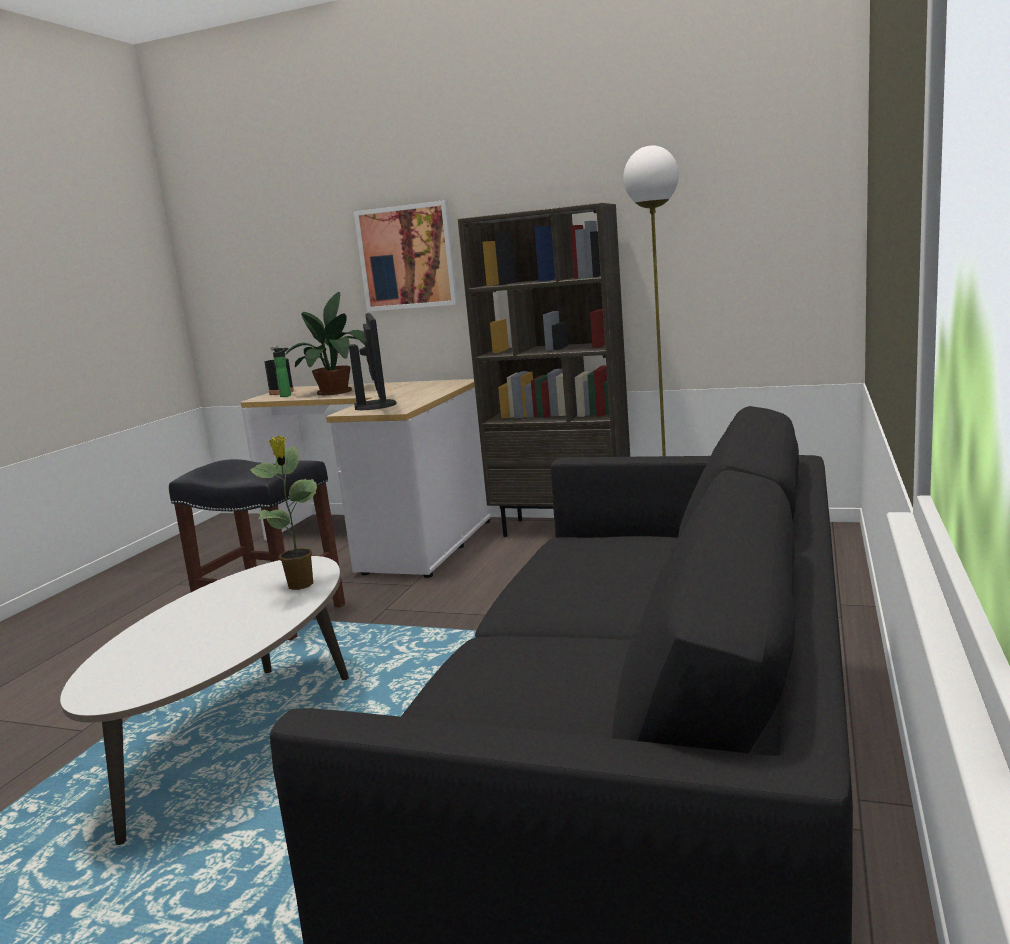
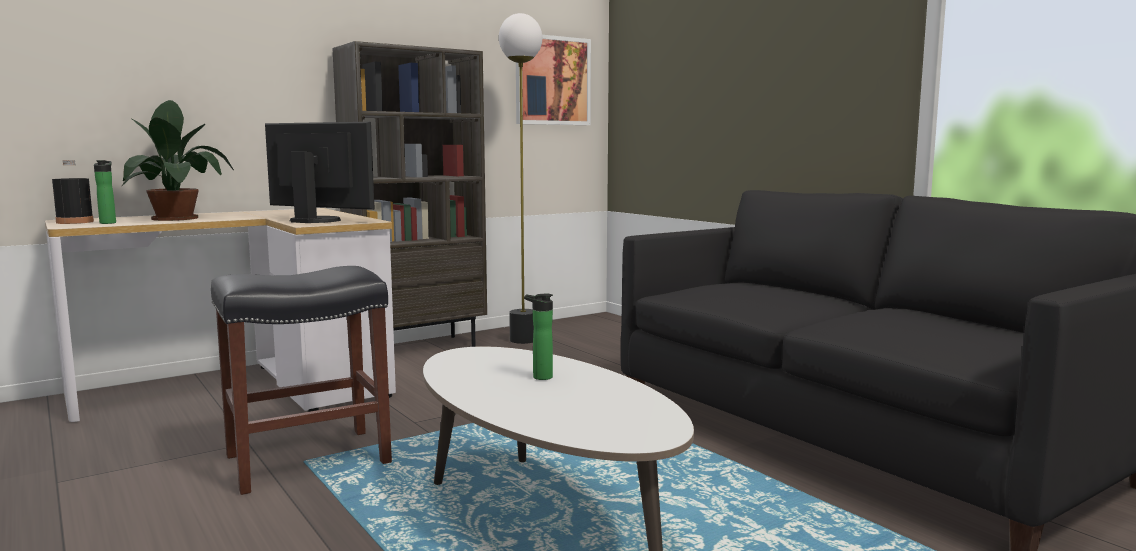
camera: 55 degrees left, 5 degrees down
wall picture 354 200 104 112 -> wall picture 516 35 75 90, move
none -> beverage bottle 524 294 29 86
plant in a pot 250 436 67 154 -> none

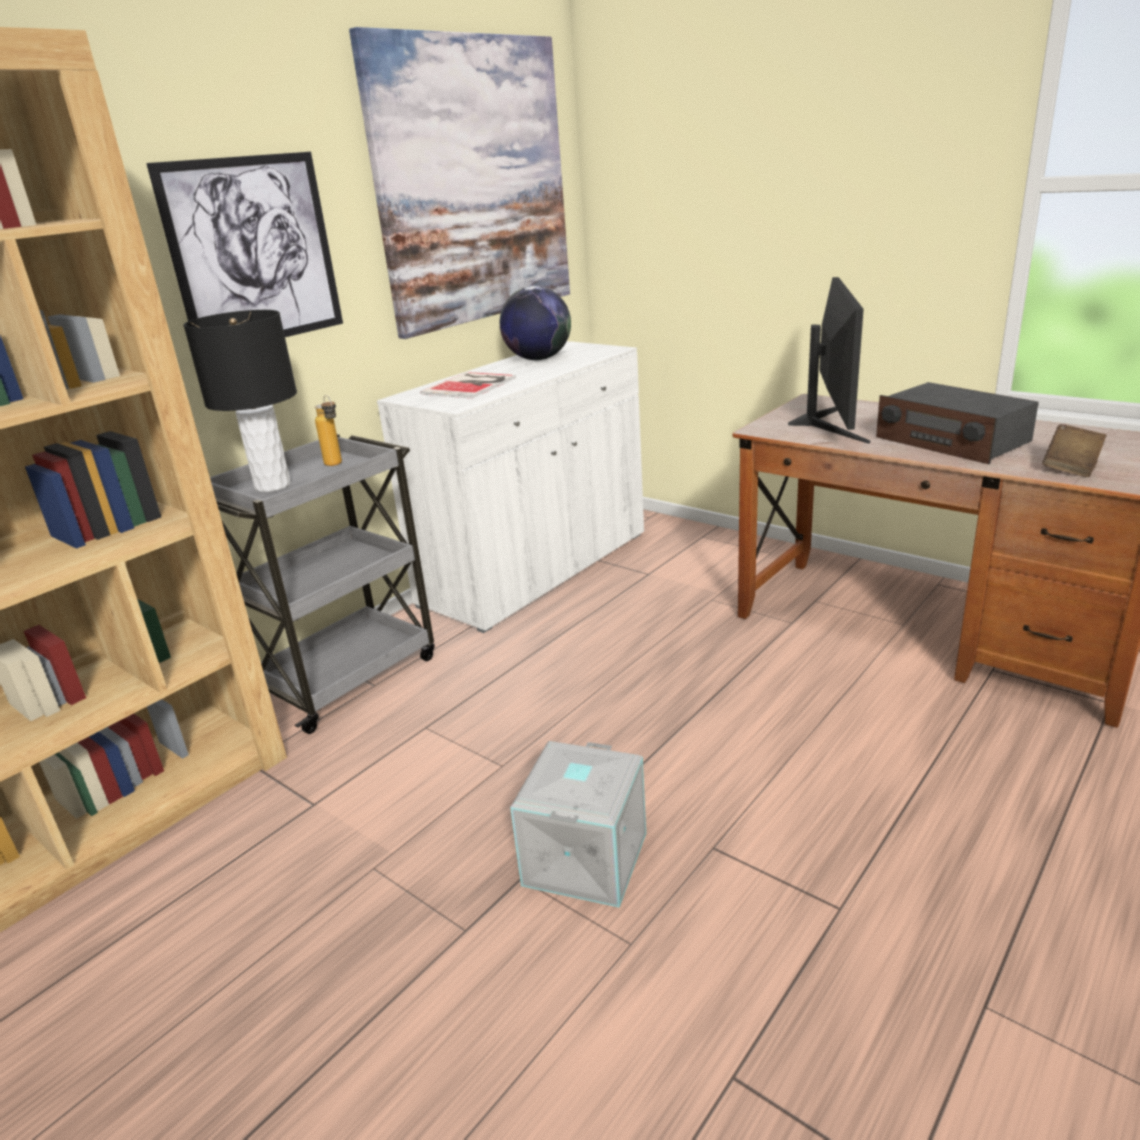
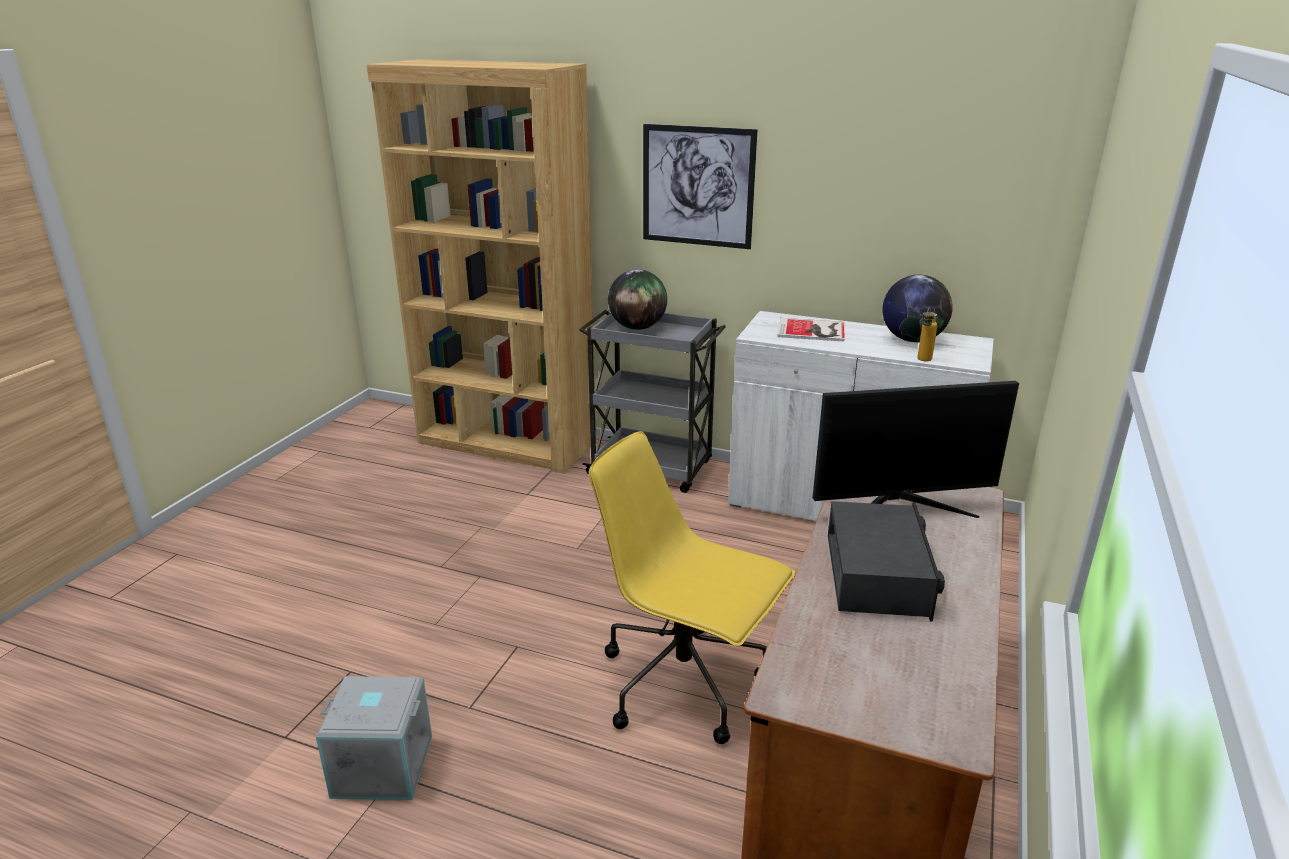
camera: 70 degrees right, 0 degrees up
greyish storage box 510 741 136 167 -> greyish storage box 316 676 116 124, move
none -> yellowish desk chair 589 431 206 313
black tabletop lamp 183 310 114 182 -> world globe 608 269 59 61
radio receiver 876 382 163 82 -> radio receiver 828 501 117 121, 150 degrees clockwise
beverage bottle 314 395 28 71 -> beverage bottle 917 307 20 55, move
wall picture 349 27 221 312 -> none
brownish book 1042 424 65 53 -> none

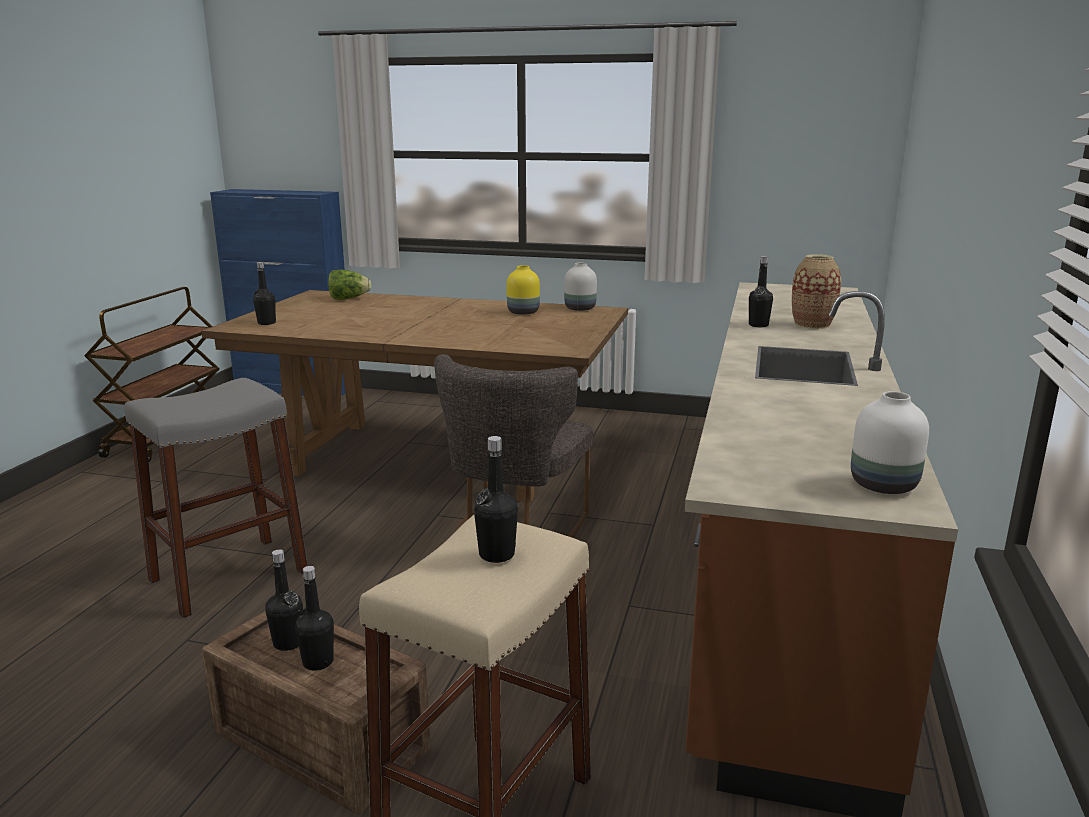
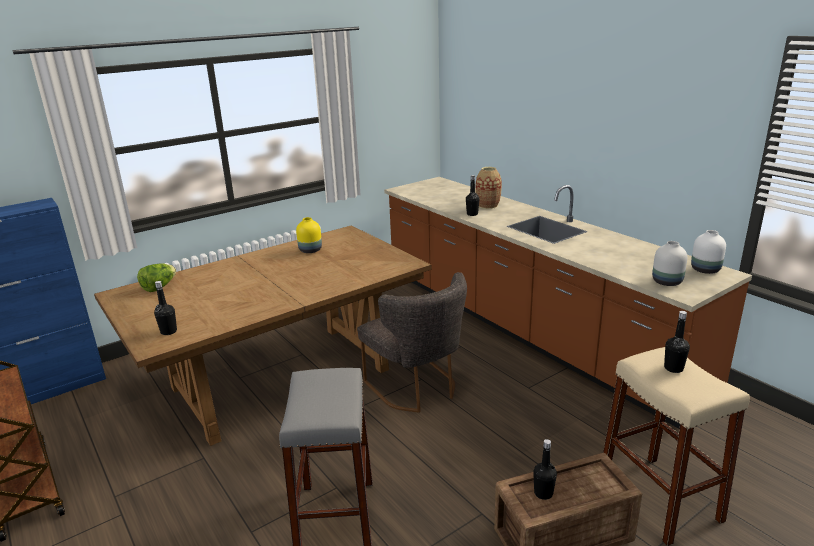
camera: 50 degrees left, 5 degrees up
white-coloured decorative vase 564 263 33 48 -> white-coloured decorative vase 652 241 36 45, move
black beverage bottle 295 566 39 105 -> none

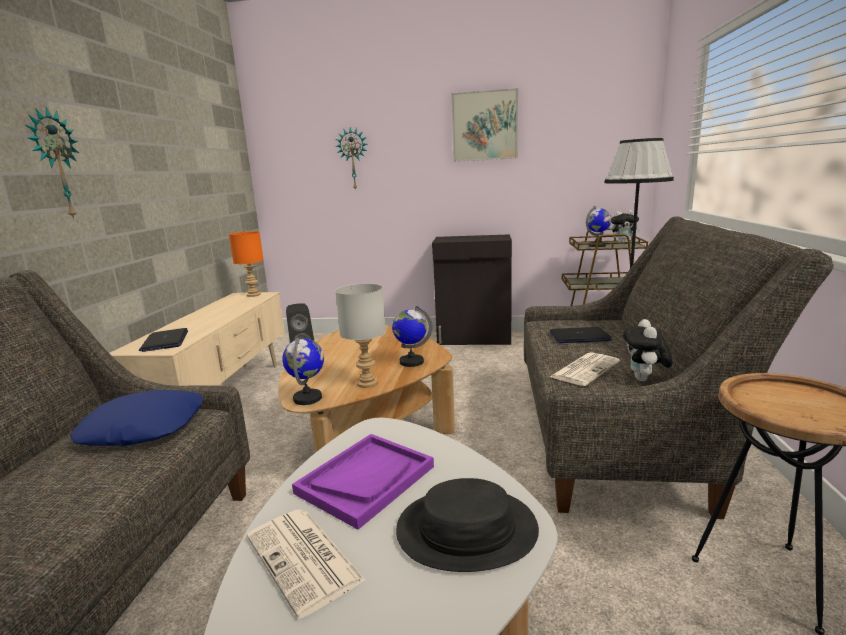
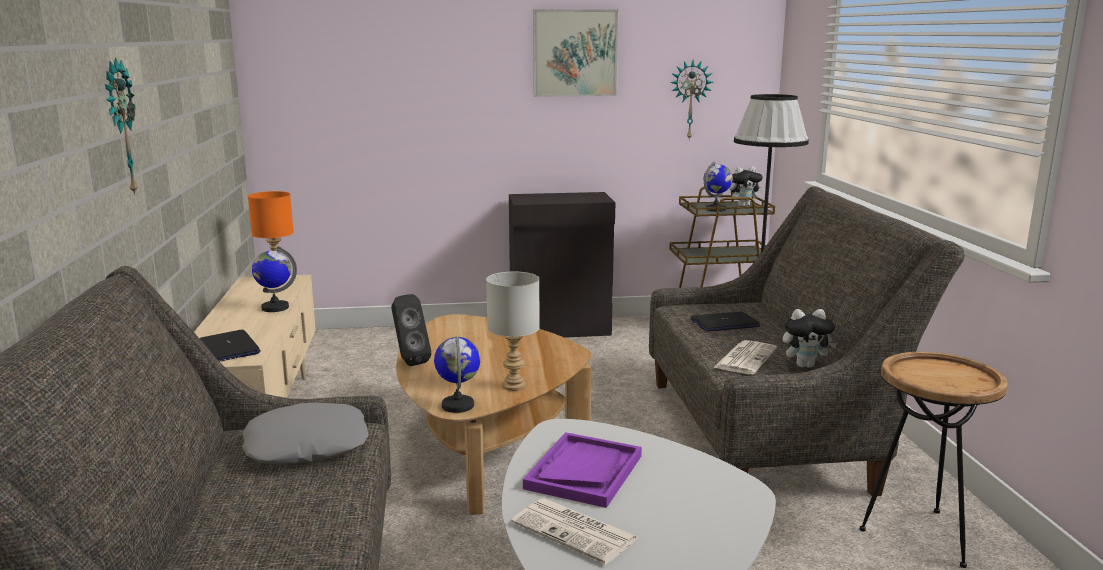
camera: 15 degrees left, 0 degrees up
bluish cushion 70 390 133 56 -> greyish cushion 242 403 127 61
world globe 392 306 40 61 -> world globe 252 246 45 66, move
hanging clock 336 127 32 64 -> hanging clock 670 60 43 79, move
soft toy 623 319 49 62 -> soft toy 783 309 54 59, 90 degrees counterclockwise
black clothing hat 396 478 143 94 -> none

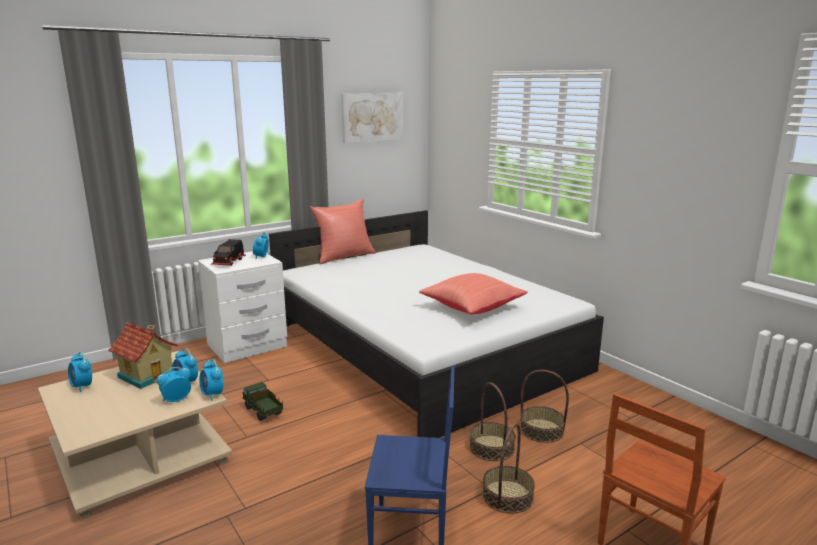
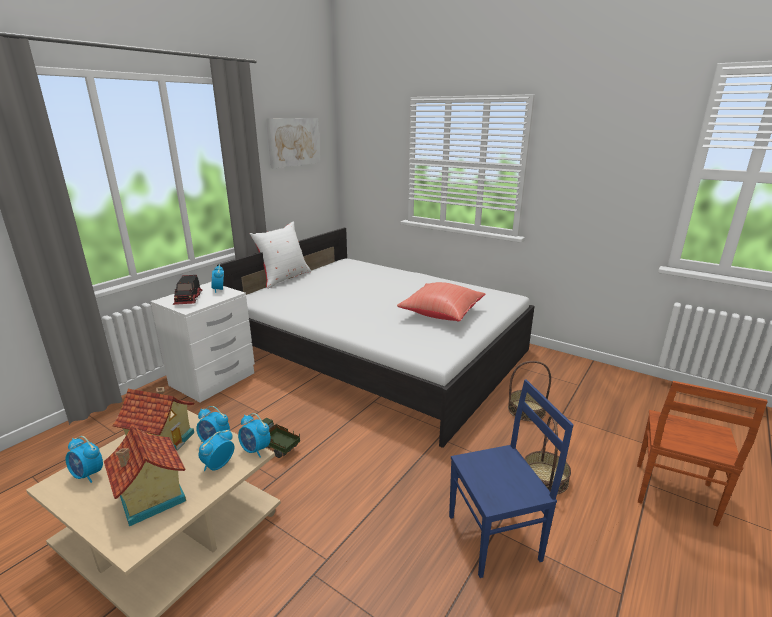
camera: 20 degrees left, 5 degrees up
none -> model house 104 426 82 101
red cushion 310 199 66 65 -> white-coloured cushion 250 221 61 68
household basket 469 382 47 79 -> none

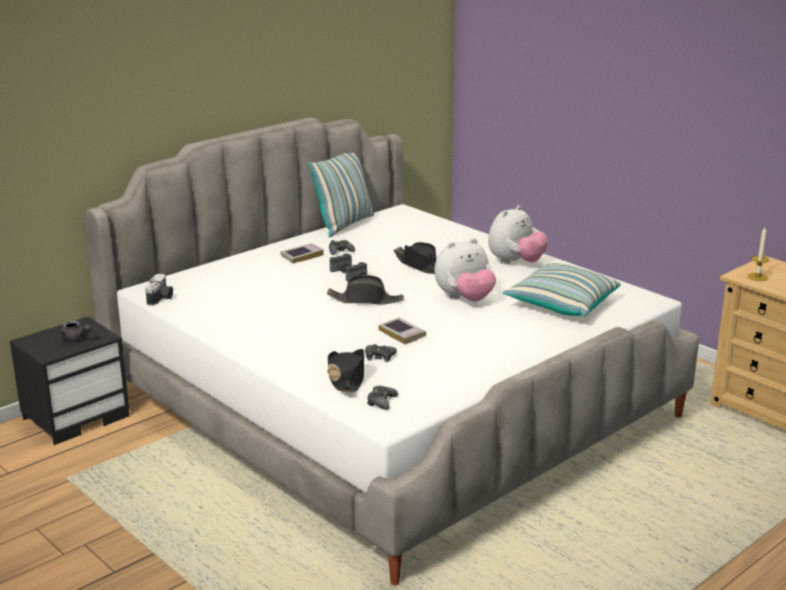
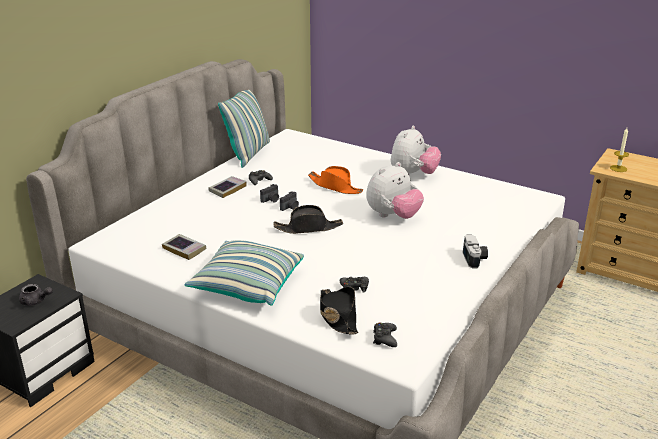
camera: 15 degrees left, 5 degrees up
book 378 317 48 27 -> book 162 234 44 26, move
cushion 503 263 118 53 -> cushion 184 240 120 65, move
black clothing hat 394 242 42 32 -> orangey clothing hat 308 166 55 28
photo camera 145 274 28 32 -> photo camera 463 234 25 35, move

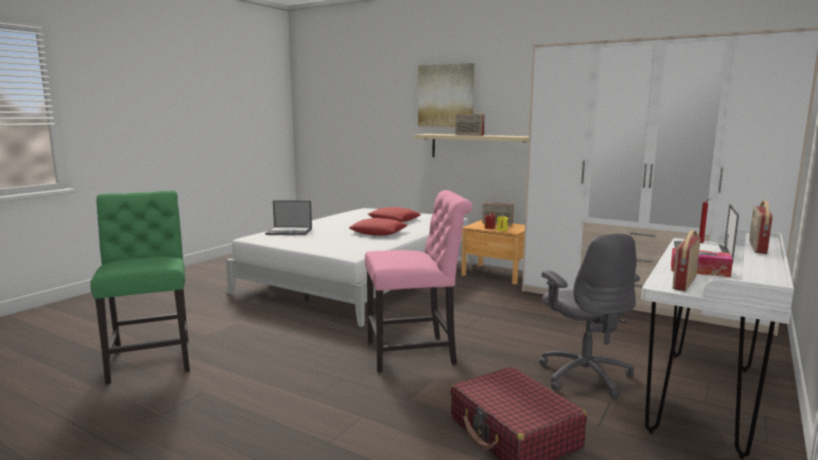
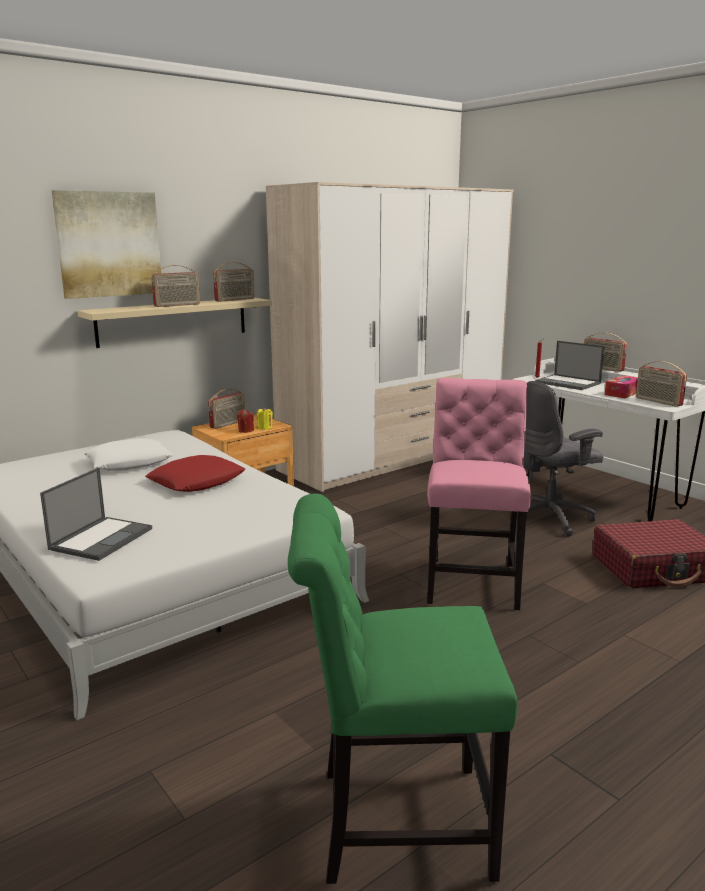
camera: 70 degrees left, 5 degrees up
red cushion 368 207 53 15 -> white-coloured cushion 84 438 89 33
none -> radio receiver 213 262 42 40
greyish desk chair 539 233 101 166 -> greyish desk chair 516 381 87 155, 150 degrees clockwise

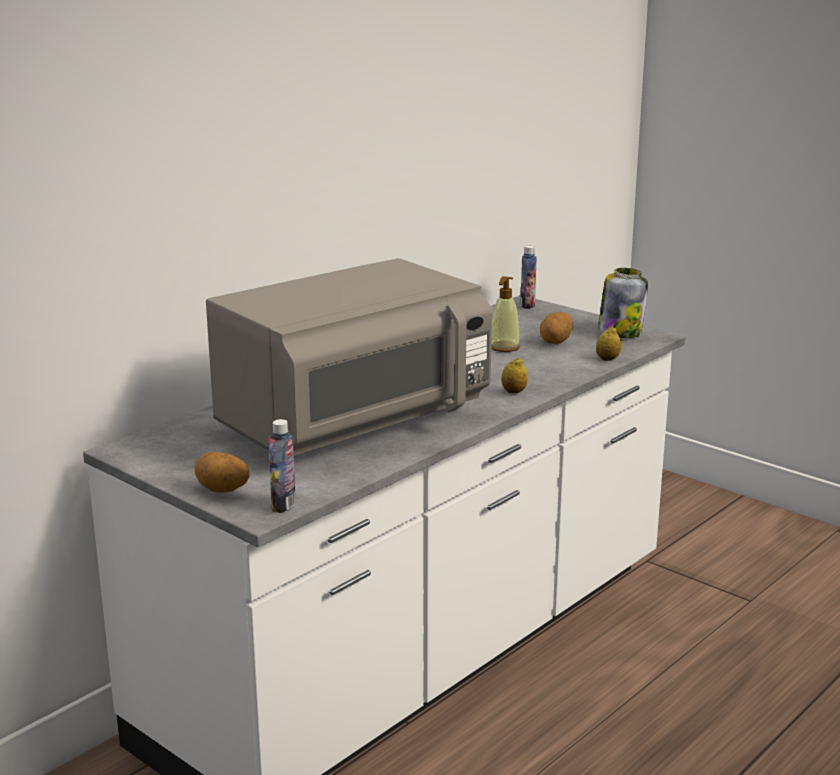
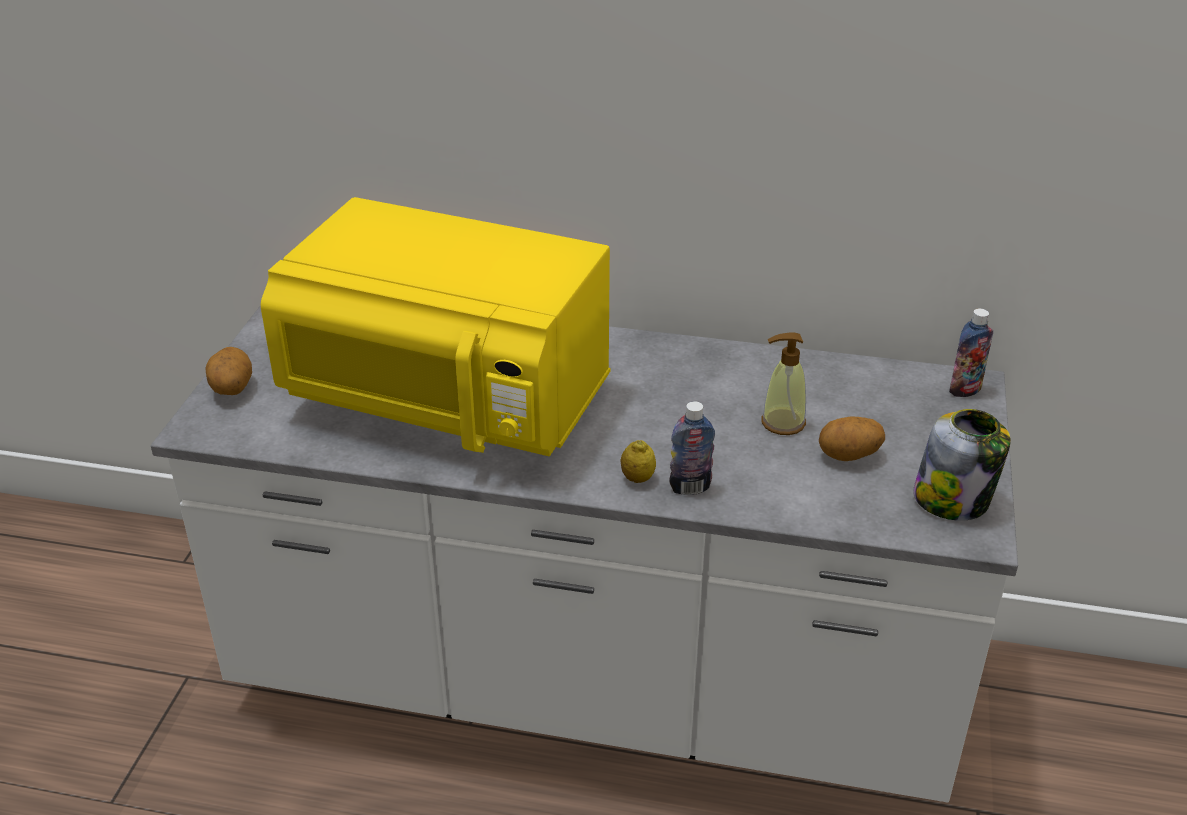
camera: 60 degrees right, 15 degrees up
greyish microwave 206 258 286 198 -> yellowish microwave 261 197 349 259
beverage bottle 268 419 28 94 -> beverage bottle 669 401 46 94, move
lemon 596 327 26 34 -> none

